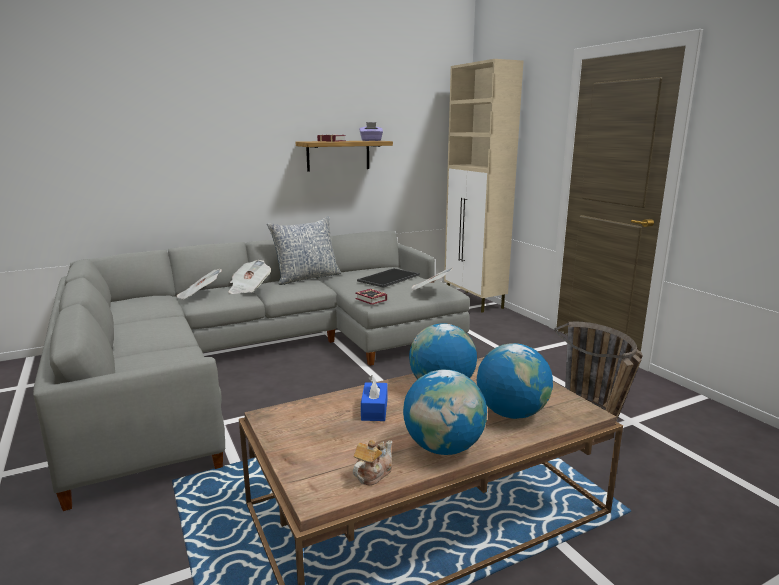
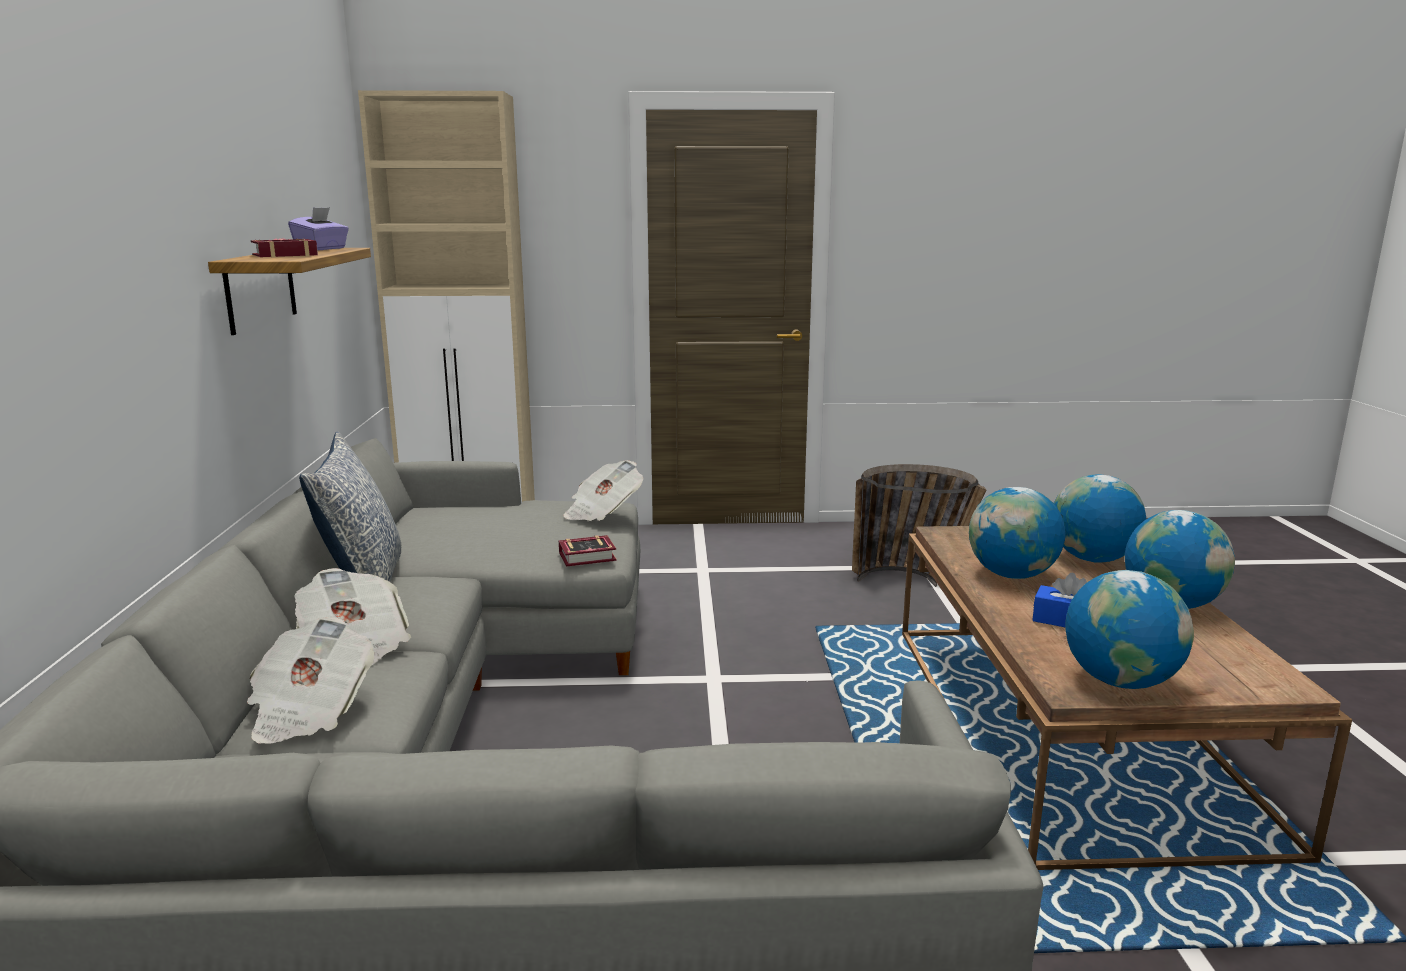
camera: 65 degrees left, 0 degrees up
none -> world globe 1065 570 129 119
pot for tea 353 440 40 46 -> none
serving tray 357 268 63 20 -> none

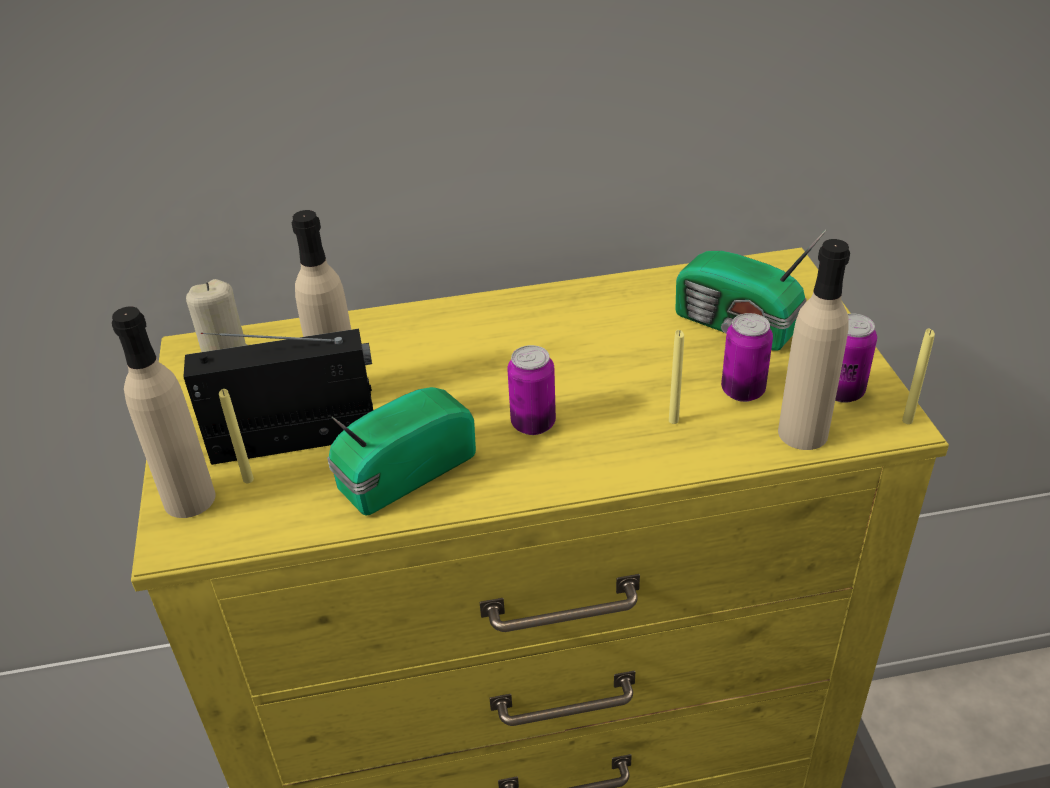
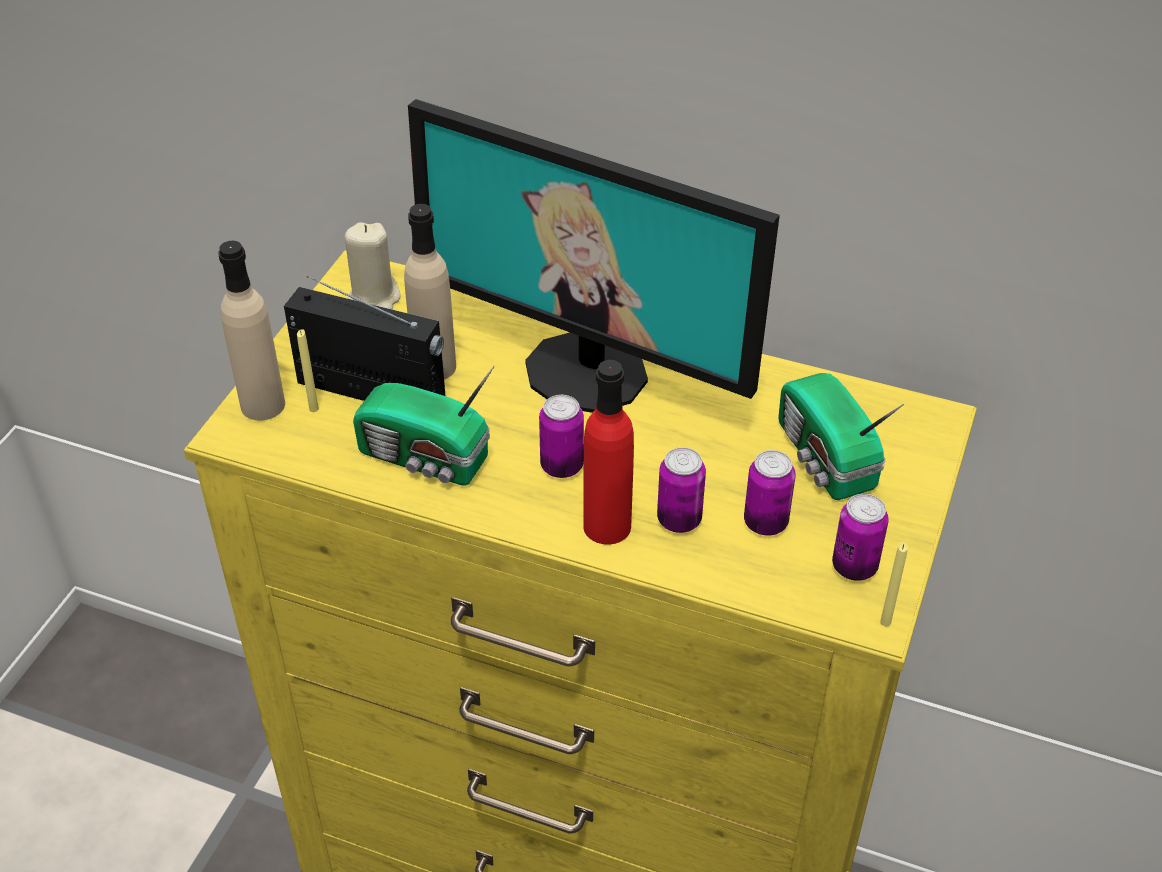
camera: 30 degrees right, 5 degrees up
radio receiver 327 387 149 129 -> radio receiver 353 366 142 120, 150 degrees counterclockwise
none -> monitor 408 99 372 314
none -> red beverage bottle 583 360 51 185
yellowish candle 669 330 15 94 -> sealed can 657 447 49 86
beige-coloured beverage bottle 778 239 72 211 -> none

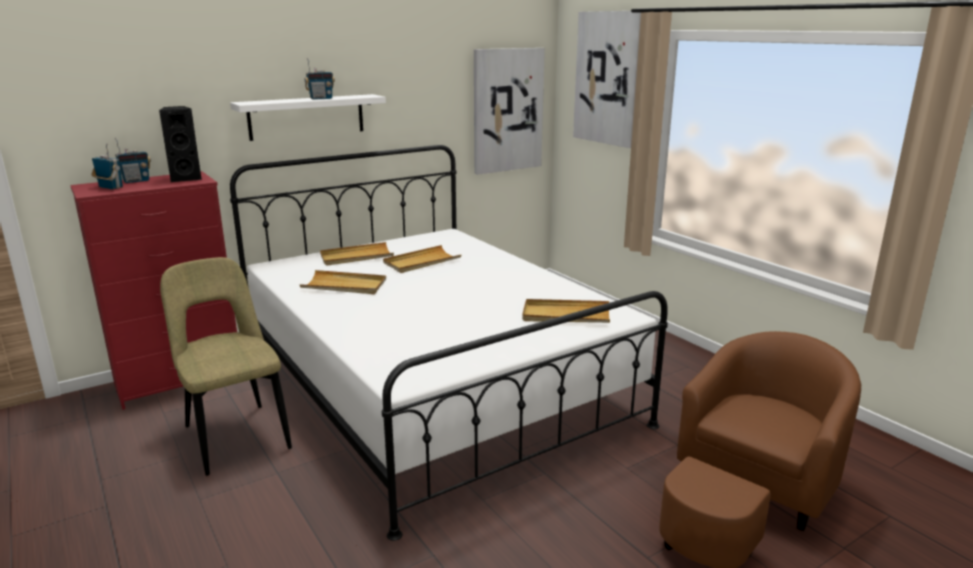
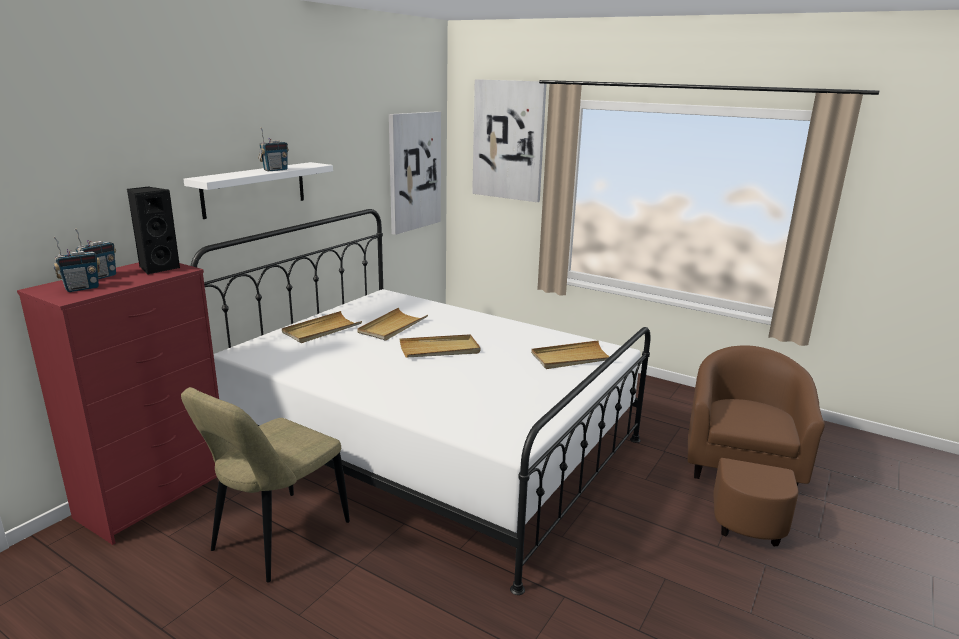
camera: 25 degrees left, 0 degrees up
radio receiver 91 143 32 47 -> radio receiver 53 237 48 55, 135 degrees clockwise
beige-coloured chair 160 257 132 219 -> beige-coloured chair 181 387 169 195, 90 degrees counterclockwise
beige-coloured serving tray 299 270 87 24 -> beige-coloured serving tray 400 334 80 23, move

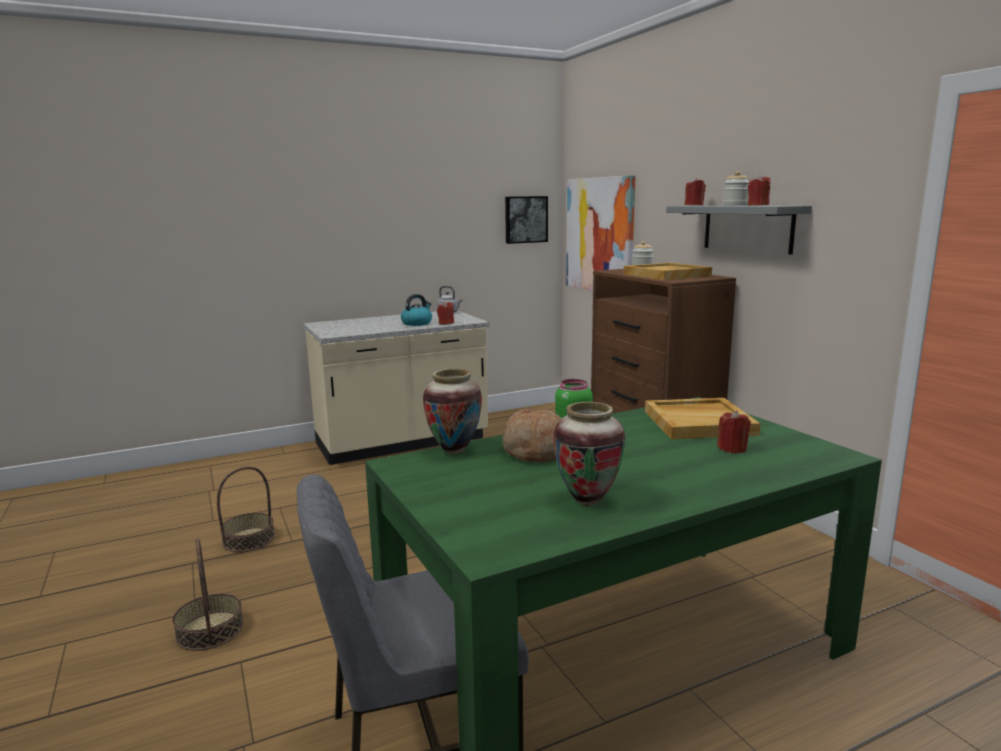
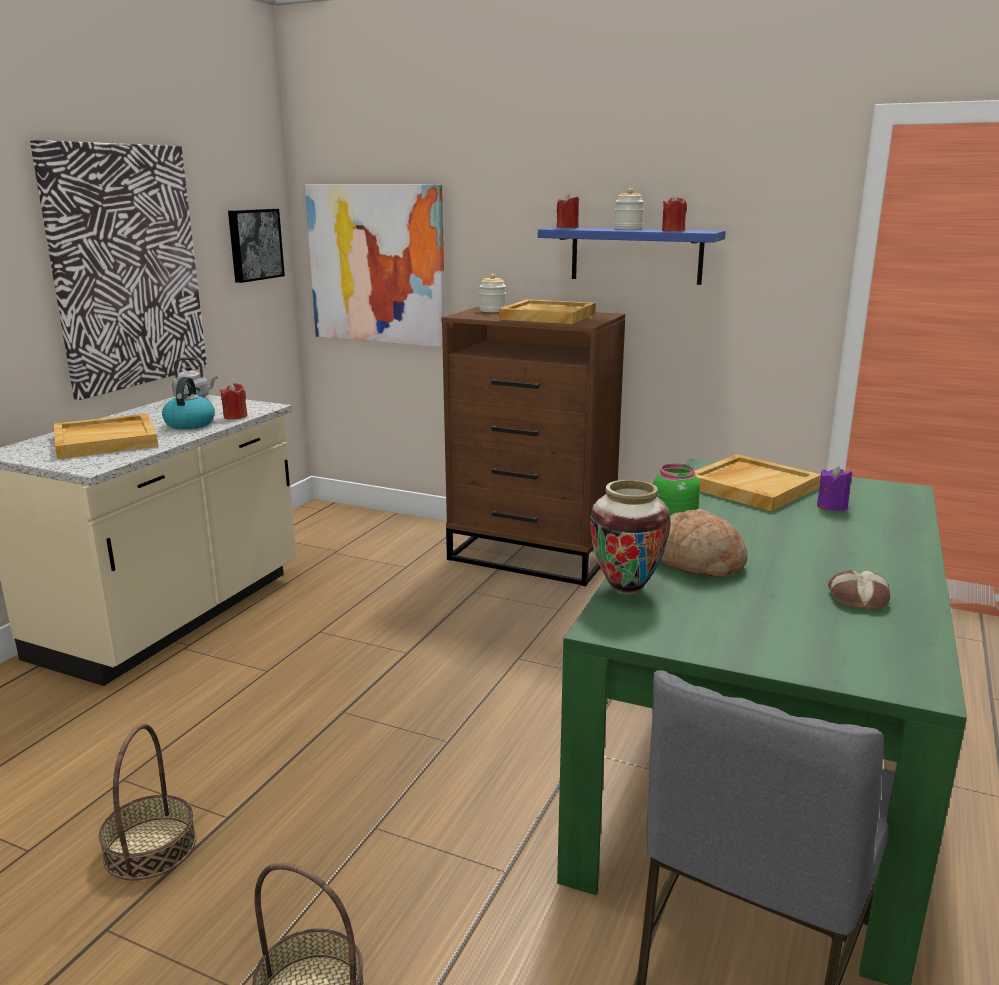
camera: 40 degrees left, 5 degrees up
none -> wall picture 30 140 177 260
none -> beige-coloured serving tray 54 414 105 45
greyish wall shelf 666 205 146 50 -> bluish wall shelf 538 227 188 58
red candle 717 410 34 43 -> purple candle 817 466 36 45
decorative vase 553 402 73 104 -> bakery bread 828 570 62 40

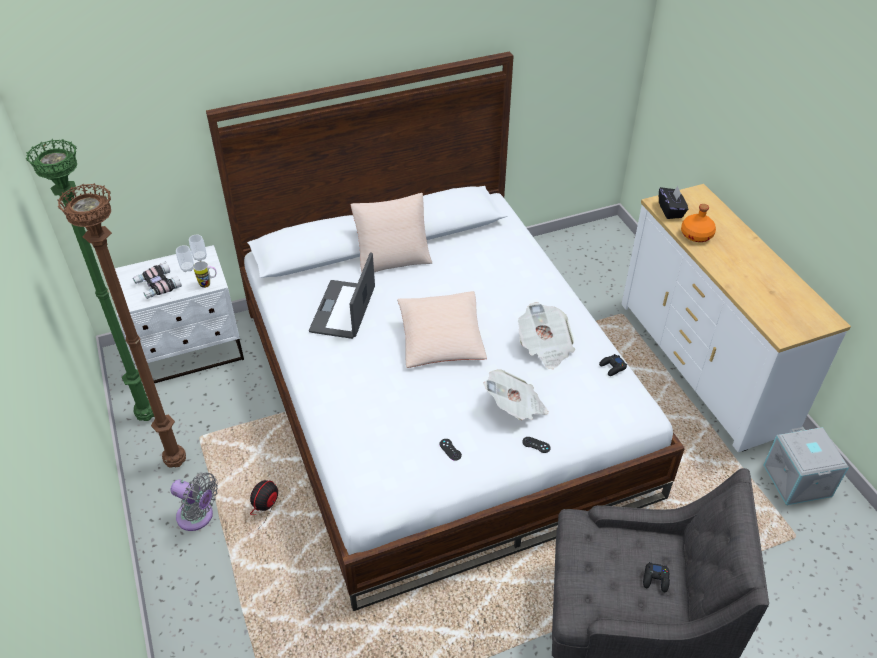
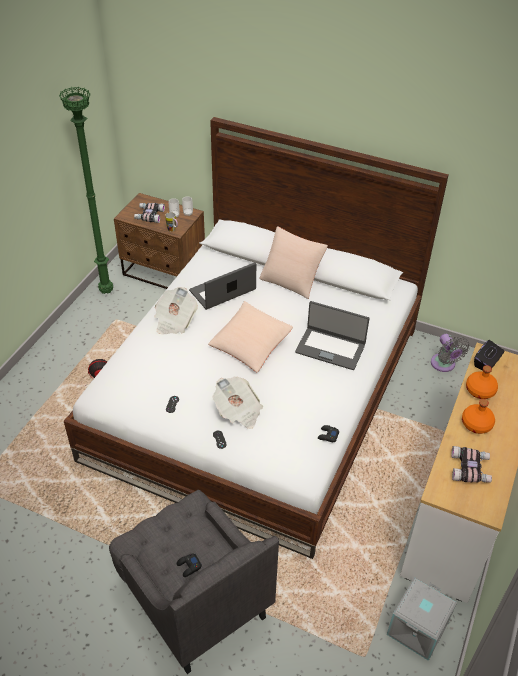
camera: 45 degrees right, 0 degrees up
white-coloured night table 115 245 129 138 -> brownish night table 114 193 91 96
printed paper 518 302 57 67 -> printed paper 154 287 44 47, move
none -> portable computer 295 301 75 69
greyish electric fan 170 472 48 59 -> greyish electric fan 431 334 39 38, move
none -> pair of binoculars 451 446 41 37
none -> orangey beverage bottle 462 399 33 35
brownish floor lamp 57 183 129 285 -> none

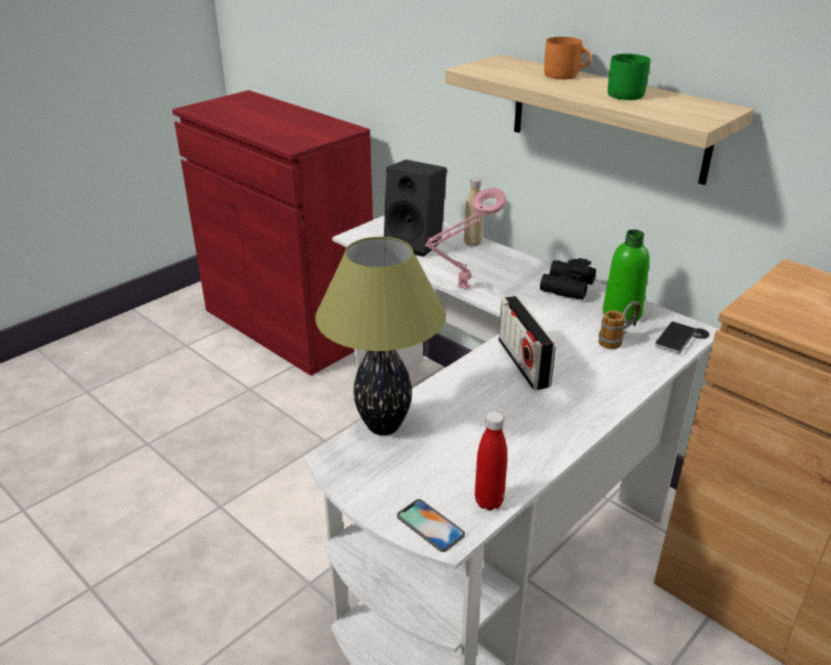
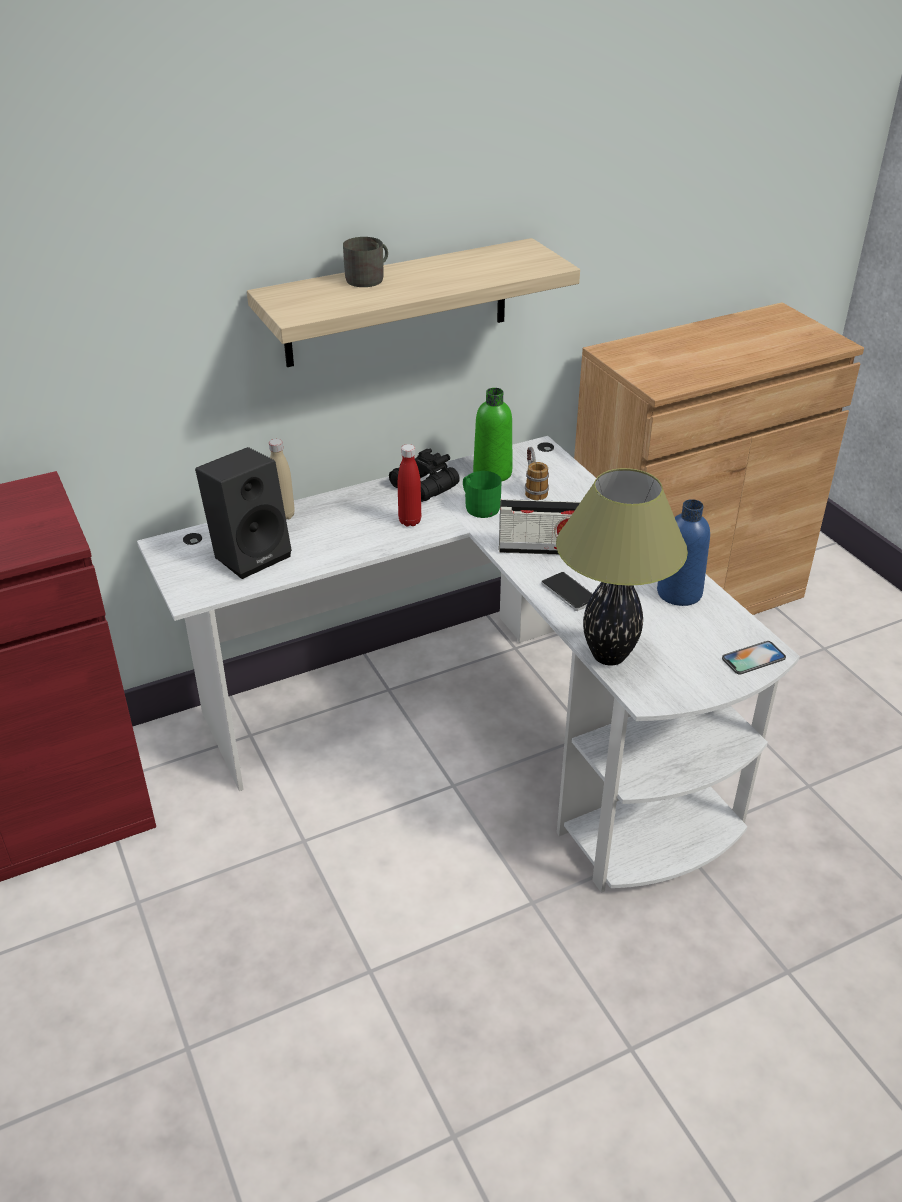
camera: 70 degrees left, 5 degrees up
orangey mug 544 37 47 42 -> greyish mug 343 237 45 50
red beverage bottle 475 411 32 99 -> red beverage bottle 398 444 23 82, move
greenish mug 608 54 43 46 -> greenish mug 463 471 39 47, move
handset 655 321 42 33 -> handset 541 572 52 39, move
none -> bluish beverage bottle 657 499 53 107
pink tabletop lamp 425 188 81 102 -> none

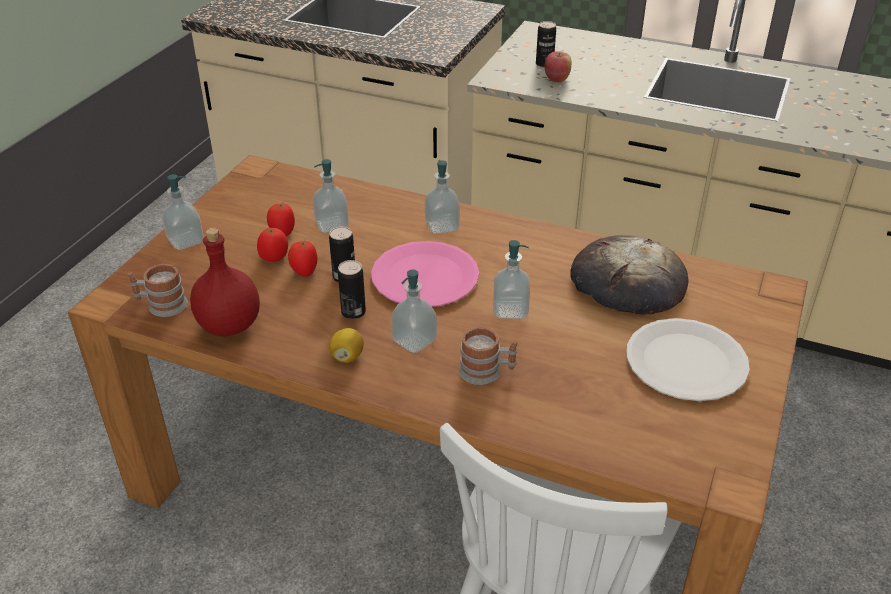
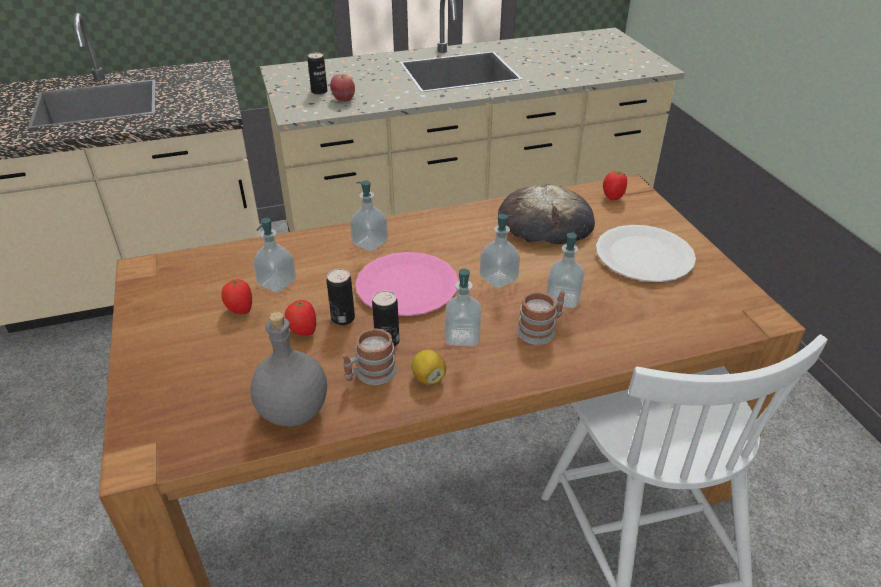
camera: 40 degrees left, 0 degrees up
red beverage bottle 190 228 70 109 -> greyish beverage bottle 250 311 77 116
mug 128 264 60 53 -> mug 342 328 55 57, move
soap dispenser 162 174 41 76 -> soap dispenser 546 232 38 76, move
fresh tomato 257 228 31 34 -> fresh tomato 603 171 24 29, move

